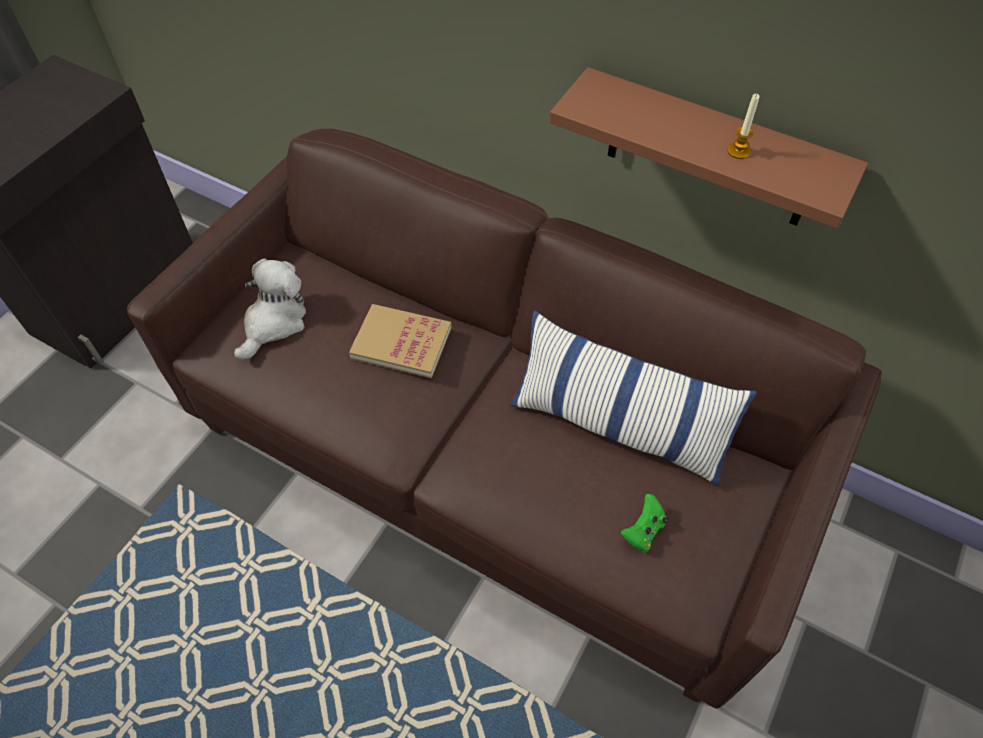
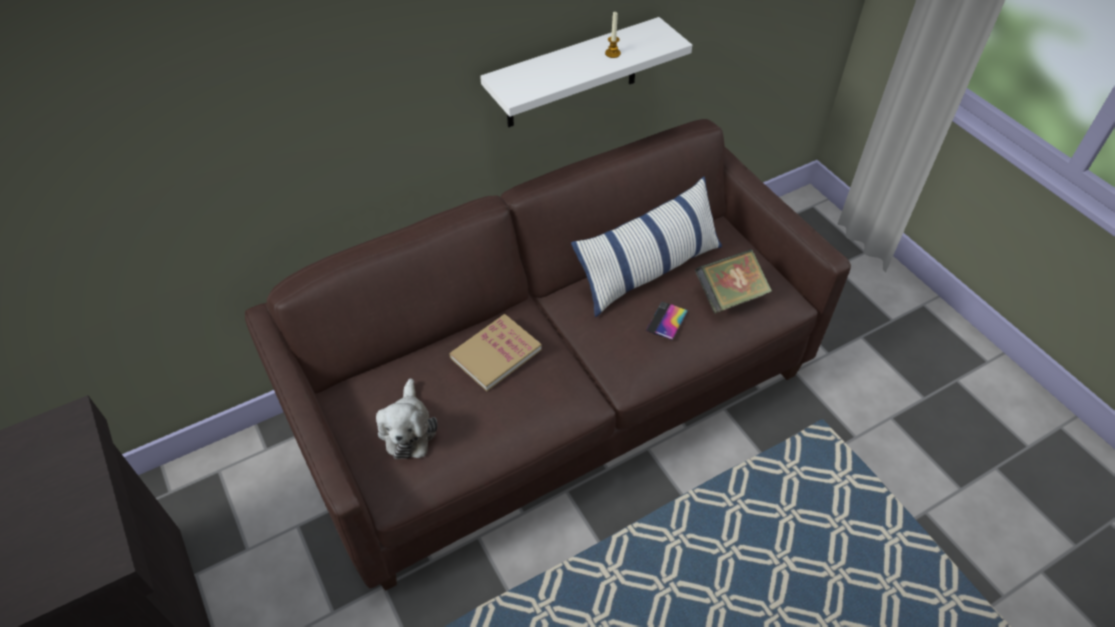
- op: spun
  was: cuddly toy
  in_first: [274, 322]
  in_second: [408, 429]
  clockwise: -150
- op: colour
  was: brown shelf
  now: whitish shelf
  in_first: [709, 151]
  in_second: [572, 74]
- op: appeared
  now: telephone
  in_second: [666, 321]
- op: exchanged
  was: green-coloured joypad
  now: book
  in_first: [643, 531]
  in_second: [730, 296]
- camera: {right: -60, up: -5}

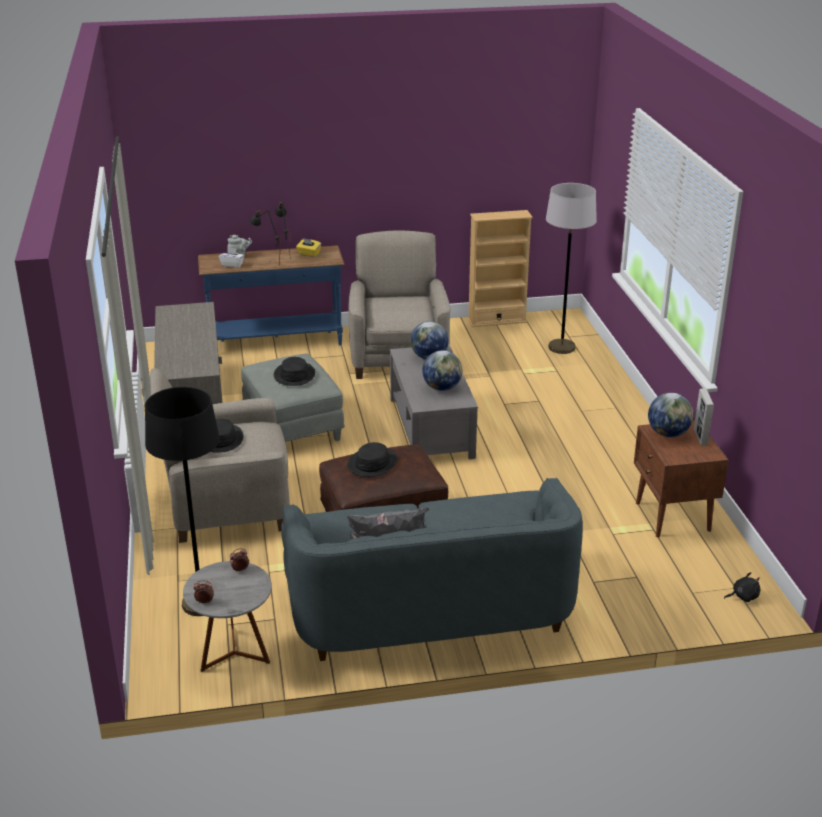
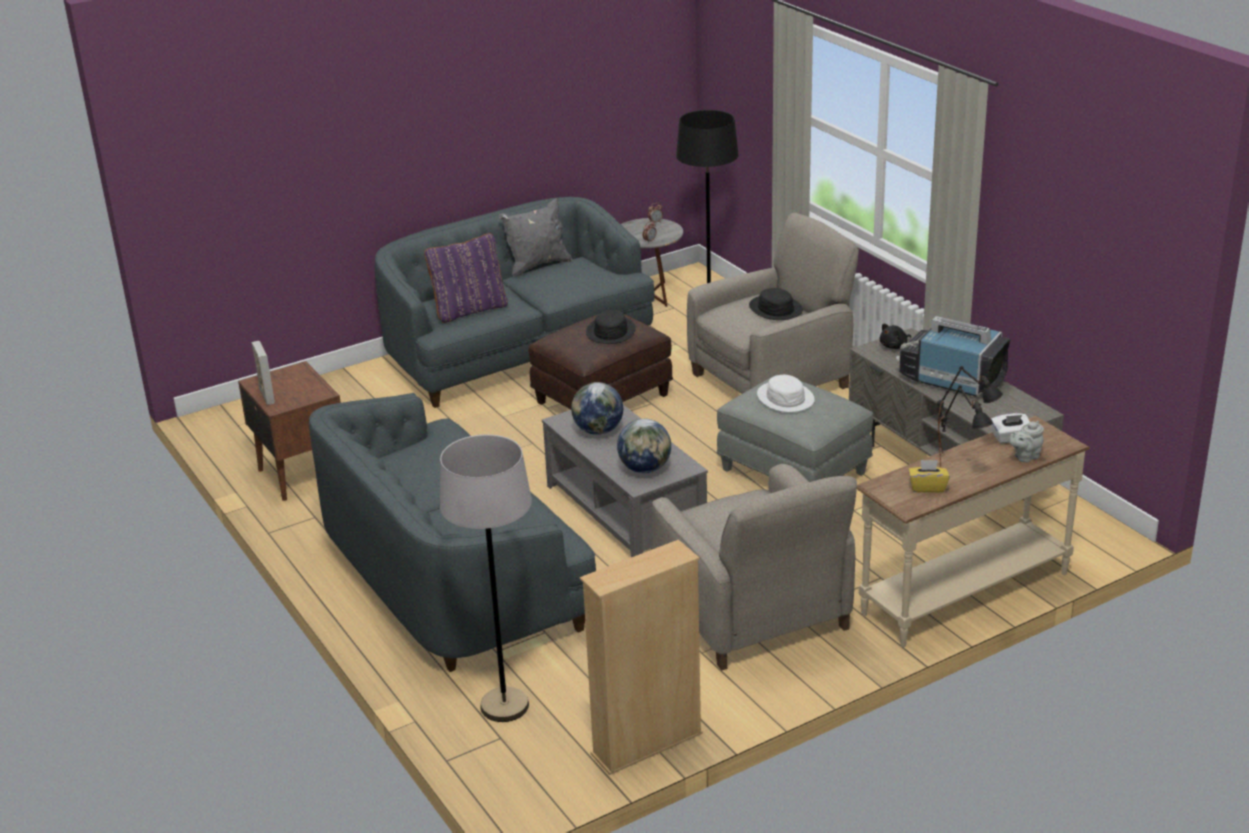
- op: appeared
  now: grey couch
  in_second: [451, 578]
- op: appeared
  now: purplish pillow
  in_second: [469, 310]
- op: colour
  was: blackish wearable hat
  now: whitish wearable hat
  in_first: [294, 375]
  in_second: [785, 398]
- op: colour
  was: bluish hall table
  now: beige-coloured hall table
  in_first: [276, 342]
  in_second: [963, 592]
- op: relocated
  was: blackish cuddly toy
  in_first: [743, 596]
  in_second: [894, 346]
- op: appeared
  now: TV
  in_second: [951, 380]
- op: missing
  was: world globe
  in_first: [668, 434]
- camera: {right: 160, up: 0}

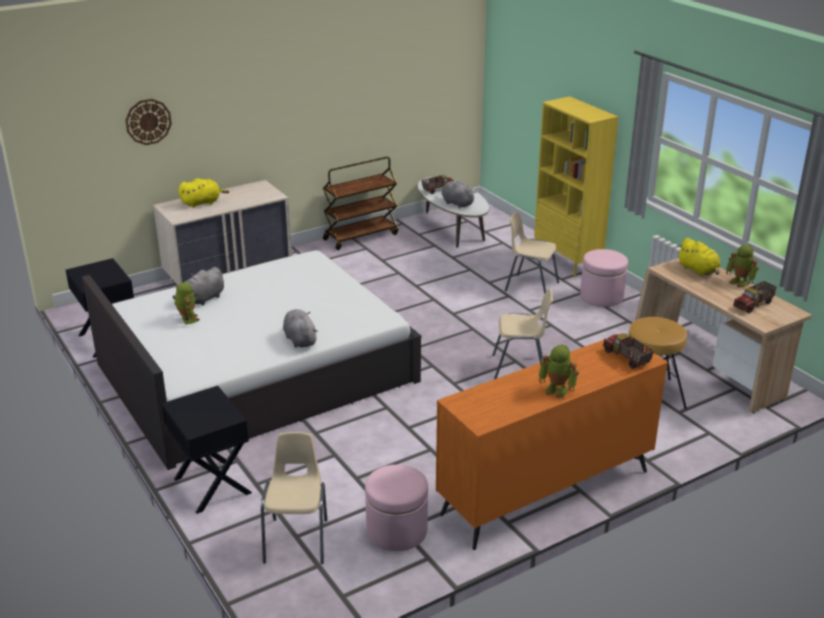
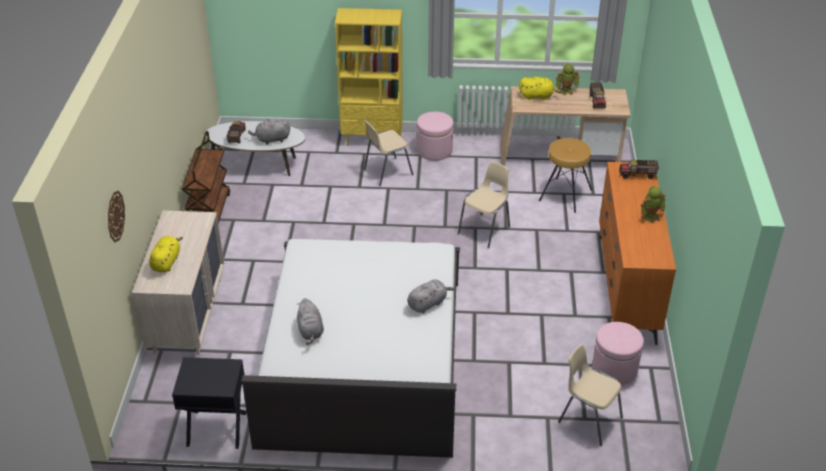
- op: spun
  was: grey cuddly toy
  in_first: [300, 339]
  in_second: [428, 304]
  clockwise: 135
- op: missing
  was: blackish bedside table
  in_first: [211, 486]
- op: missing
  was: model robot
  in_first: [187, 319]
- camera: {right: -55, up: 10}

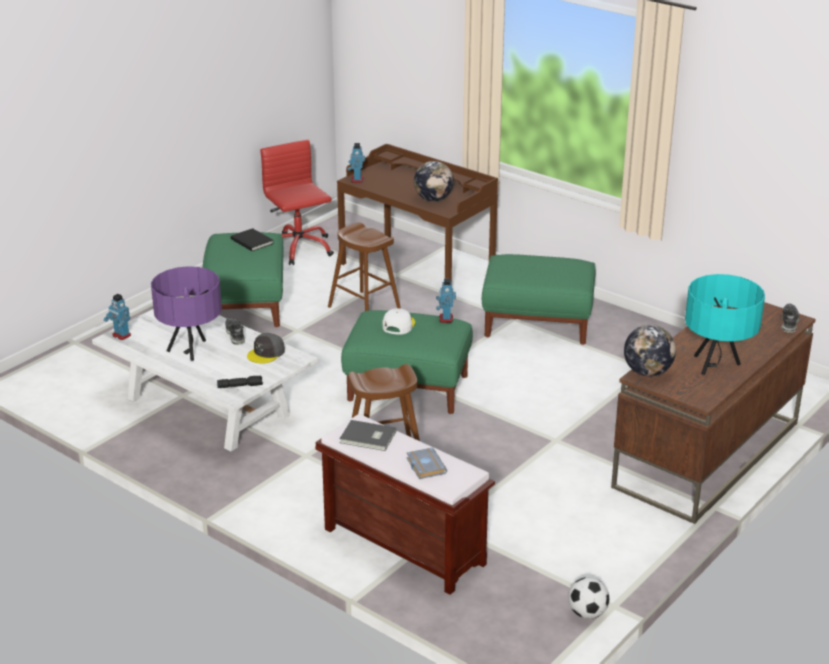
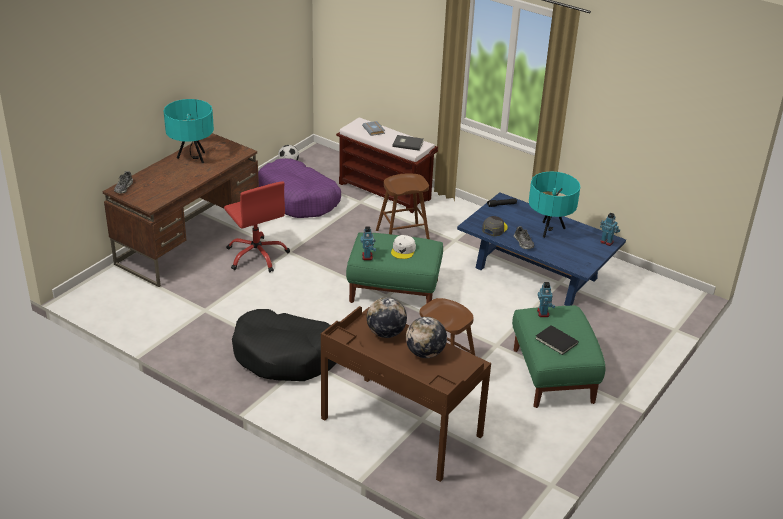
- op: relocated
  was: reddish office chair
  in_first: [298, 248]
  in_second: [257, 255]
- op: exchanged
  was: green-coloured pouffe
  now: blackish dog bed
  in_first: [537, 324]
  in_second: [286, 355]
- op: appeared
  now: purplish dog bed
  in_second: [298, 199]
- op: relocated
  was: world globe
  in_first: [647, 372]
  in_second: [425, 353]
- op: colour
  was: whitish lounge table
  now: bluish lounge table
  in_first: [208, 407]
  in_second: [535, 273]
- op: colour
  was: purplish table lamp
  now: turquoise table lamp
  in_first: [191, 349]
  in_second: [549, 231]
- op: relocated
  was: model robot
  in_first: [356, 180]
  in_second: [543, 313]
- camera: {right: 175, up: 5}

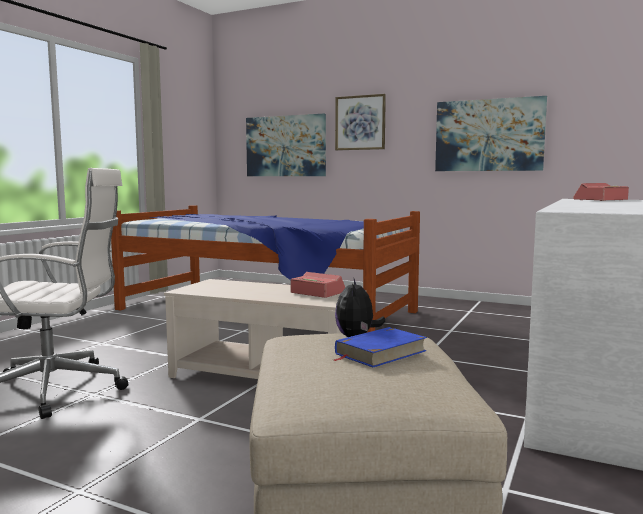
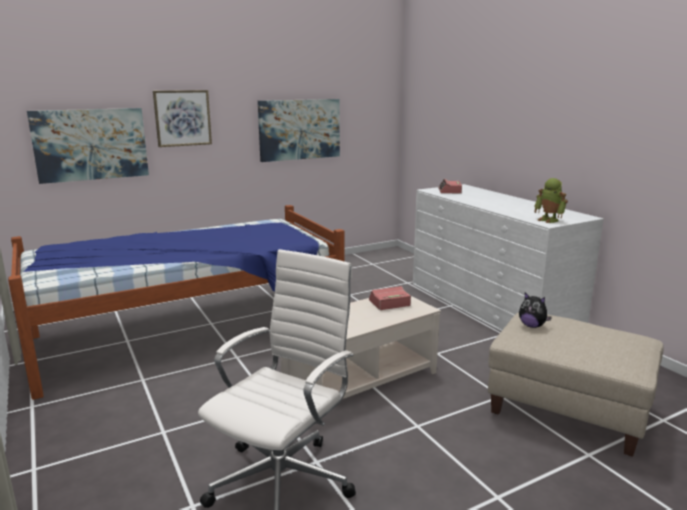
- op: appeared
  now: model robot
  in_second: [549, 220]
- op: missing
  was: bluish book
  in_first: [380, 352]
- camera: {right: -55, up: 10}

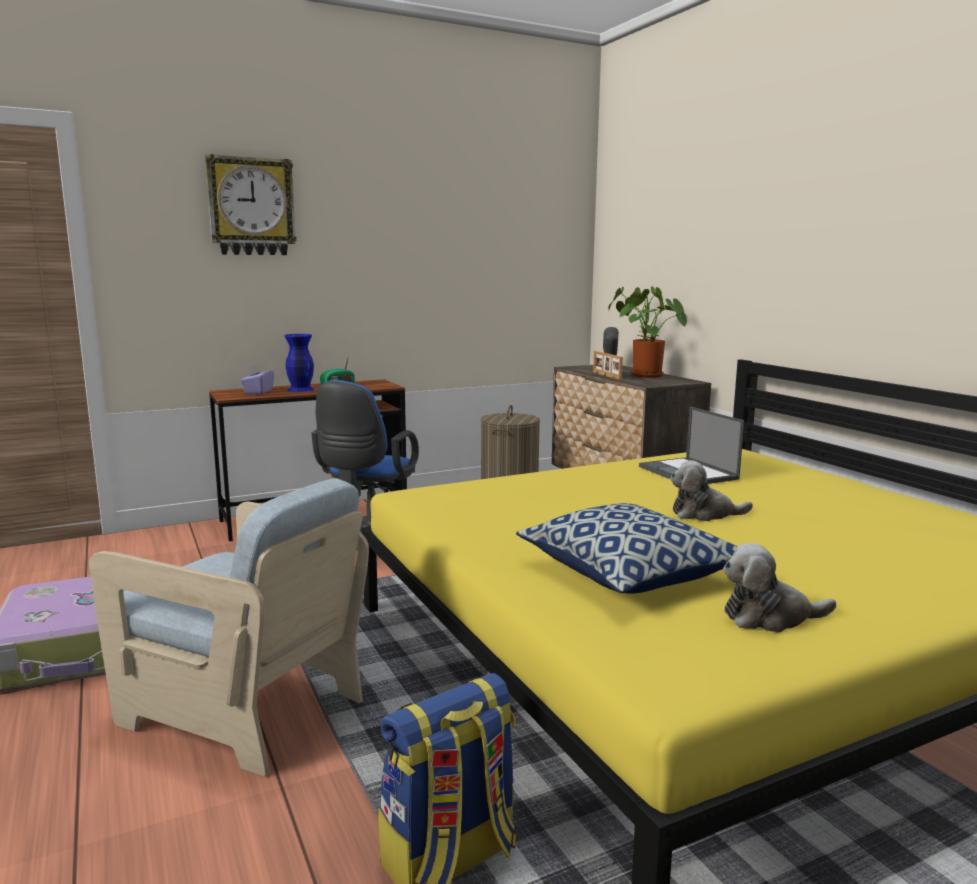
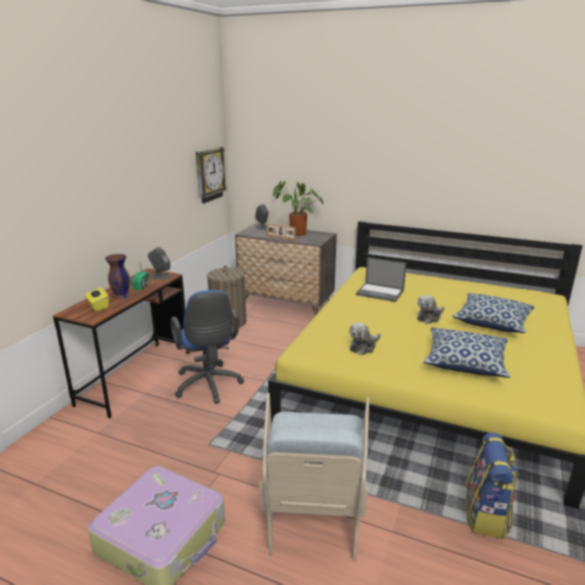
- op: colour
  was: purplish tissue holder
  now: yellow-coloured tissue holder
  in_first: [258, 392]
  in_second: [98, 306]
- op: colour
  was: bluish decorative vase
  now: brown decorative vase
  in_first: [300, 389]
  in_second: [121, 295]
- op: appeared
  now: grey loudspeaker
  in_second: [160, 276]
- op: relocated
  was: hanging clock
  in_first: [251, 207]
  in_second: [209, 174]
- op: spun
  was: beige-coloured easy chair
  in_first: [245, 708]
  in_second: [314, 509]
  clockwise: 105
- op: relocated
  was: cuddly toy
  in_first: [769, 617]
  in_second: [363, 347]
- op: appeared
  now: pillow
  in_second: [492, 322]
- camera: {right: -40, up: 10}

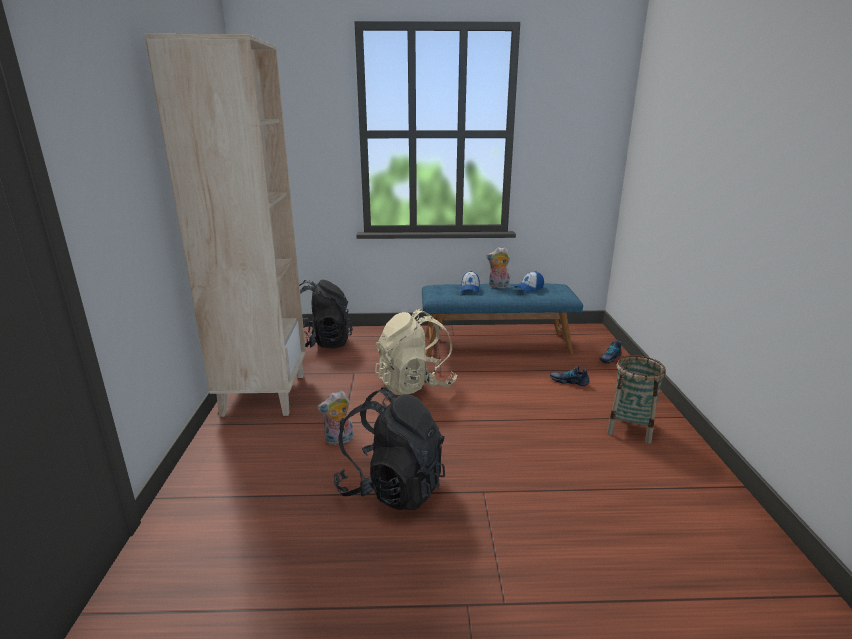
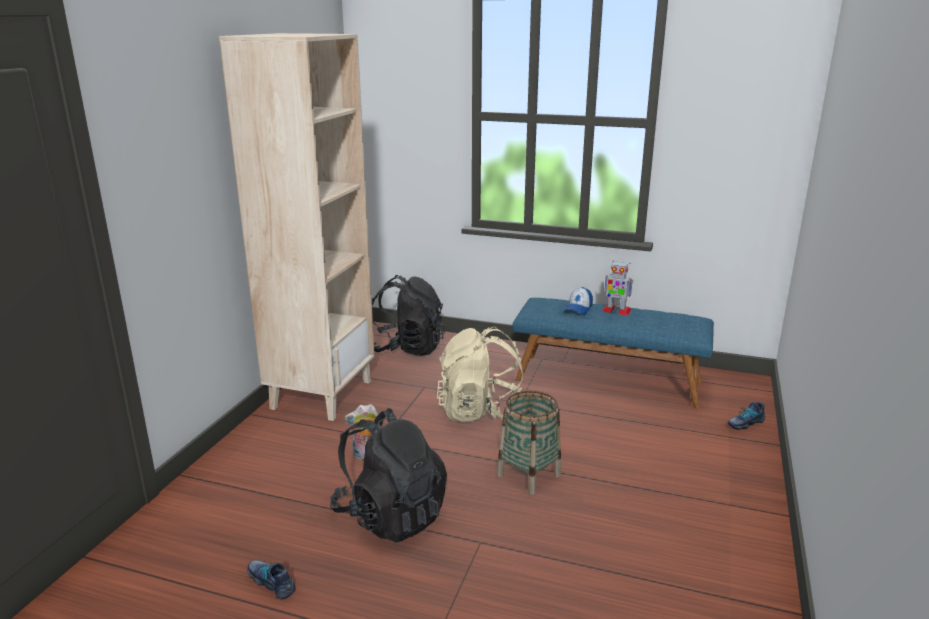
- op: relocated
  was: low shoe
  in_first: [569, 381]
  in_second: [272, 582]
- op: relocated
  was: household basket
  in_first: [630, 428]
  in_second: [528, 475]
- op: exchanged
  was: cuddly toy
  now: model robot
  in_first: [498, 287]
  in_second: [616, 310]
- op: missing
  was: peaked cap
  in_first: [529, 288]
- camera: {right: 20, up: 0}

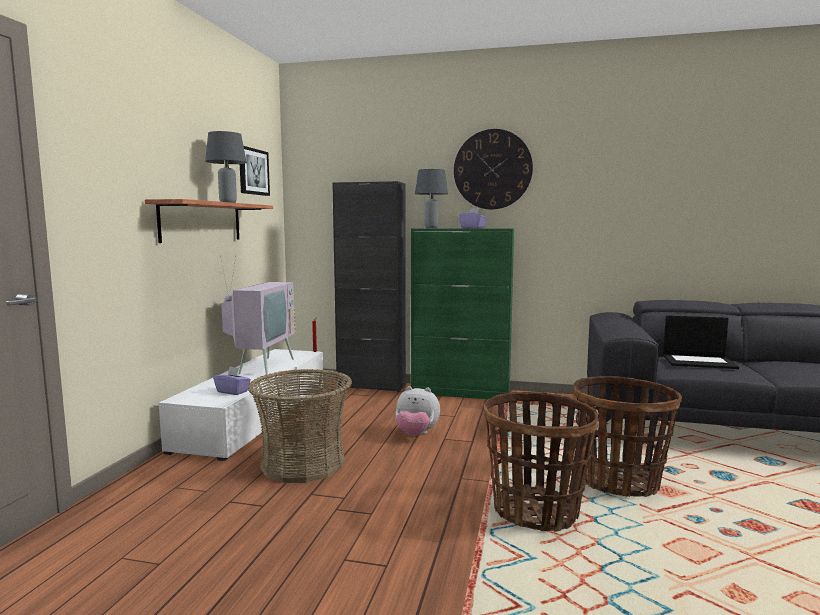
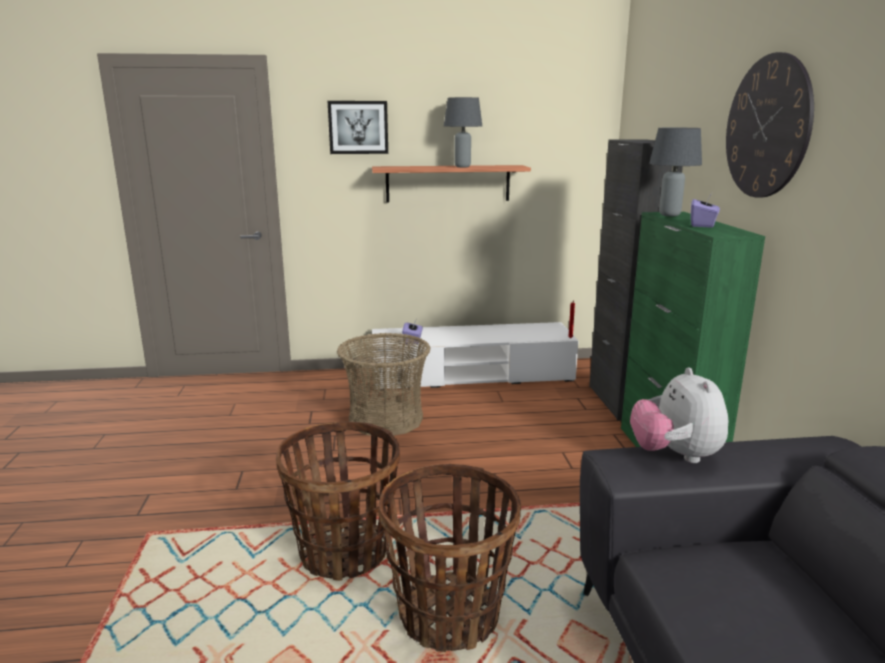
- op: relocated
  was: wall art
  in_first: [253, 171]
  in_second: [358, 127]
- op: relocated
  was: cuddly toy
  in_first: [416, 435]
  in_second: [675, 455]
- op: missing
  was: TV
  in_first: [261, 366]
- op: missing
  was: laptop
  in_first: [699, 362]
- camera: {right: 70, up: 10}

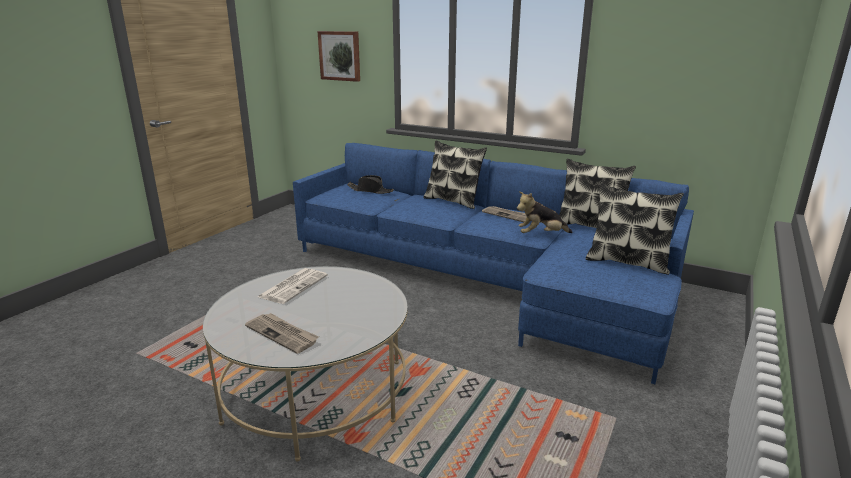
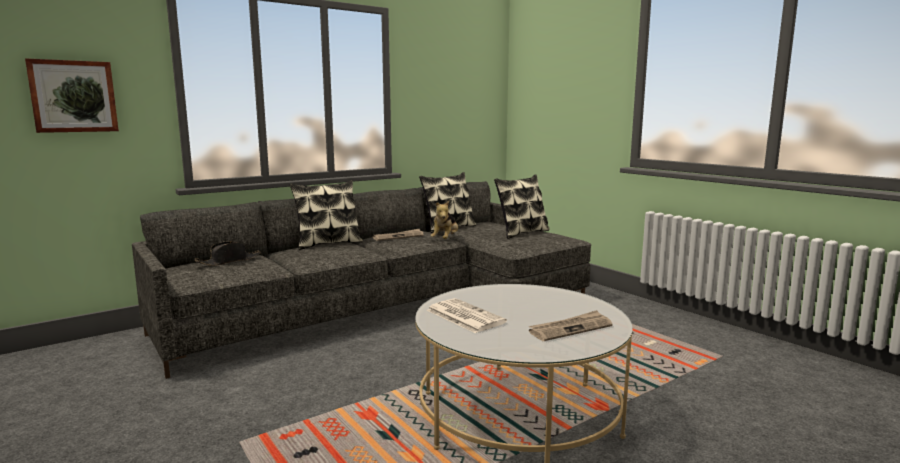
- op: colour
  was: bluish couch
  now: grey couch
  in_first: [488, 279]
  in_second: [392, 307]
- camera: {right: -65, up: -10}

